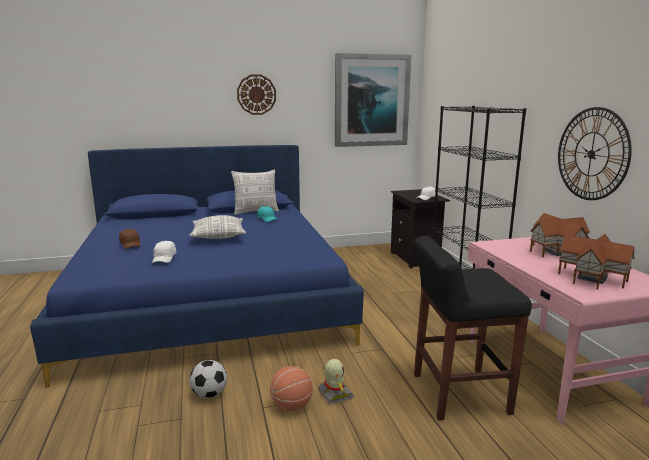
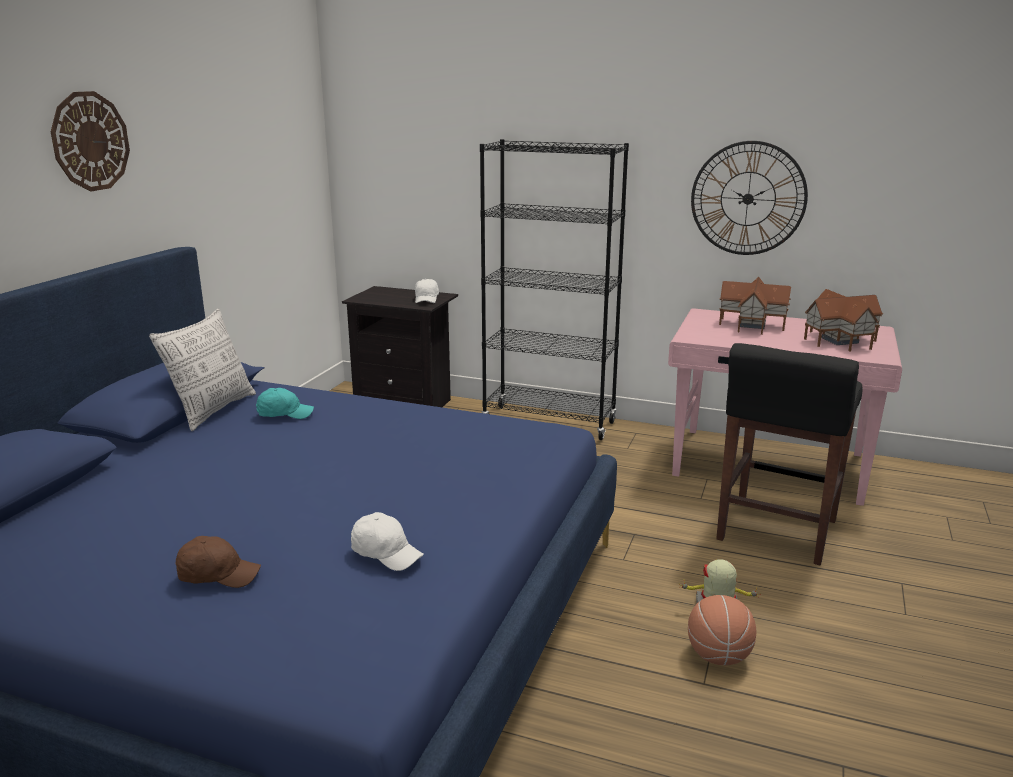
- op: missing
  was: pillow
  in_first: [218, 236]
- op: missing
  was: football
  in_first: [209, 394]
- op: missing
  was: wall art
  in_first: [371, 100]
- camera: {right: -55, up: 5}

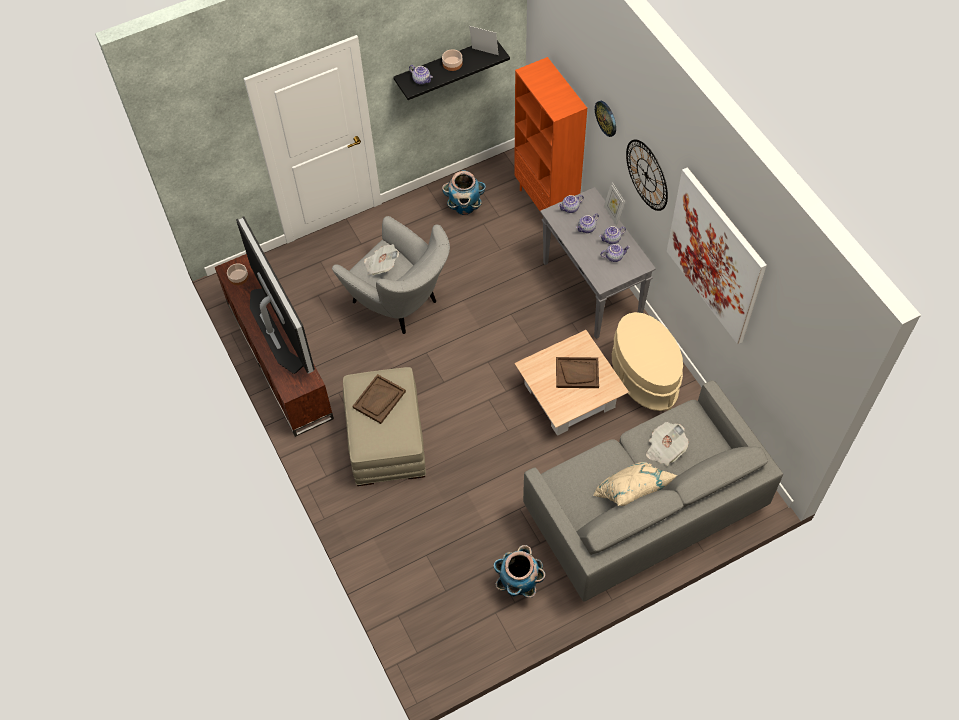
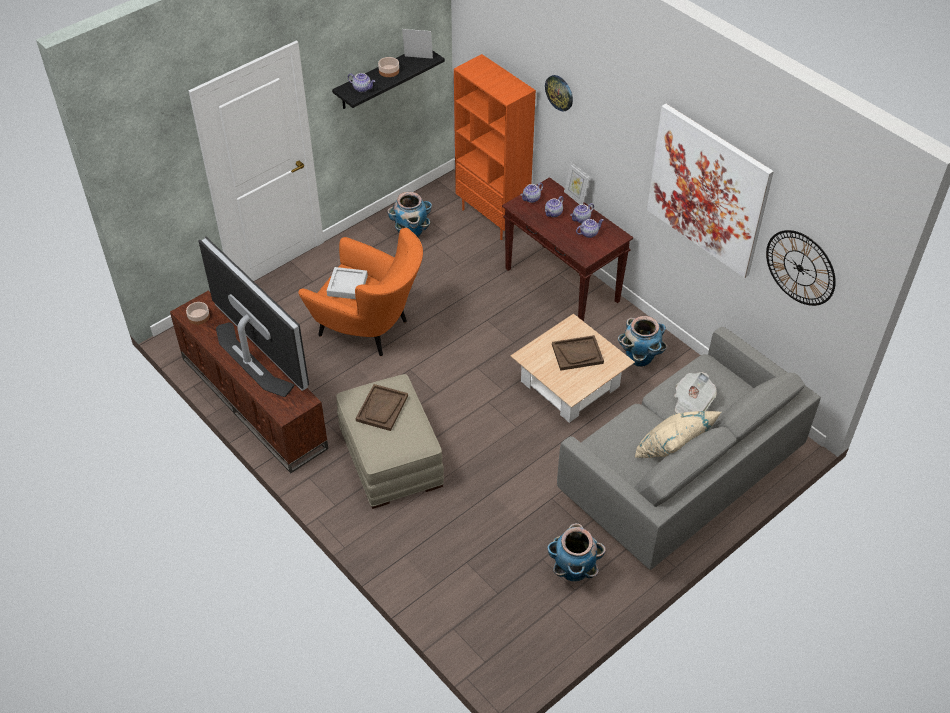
- op: colour
  was: grey easy chair
  now: orange easy chair
  in_first: [400, 304]
  in_second: [370, 329]
- op: exchanged
  was: daily paper
  now: grey serving tray
  in_first: [381, 265]
  in_second: [347, 286]
- op: colour
  was: grey hall table
  now: brown hall table
  in_first: [592, 290]
  in_second: [563, 286]
- op: exchanged
  was: beige-coloured accent table
  now: planter
  in_first: [643, 381]
  in_second: [639, 358]
- op: relocated
  was: hanging clock
  in_first: [646, 175]
  in_second: [800, 268]
- camera: {right: -15, up: -10}

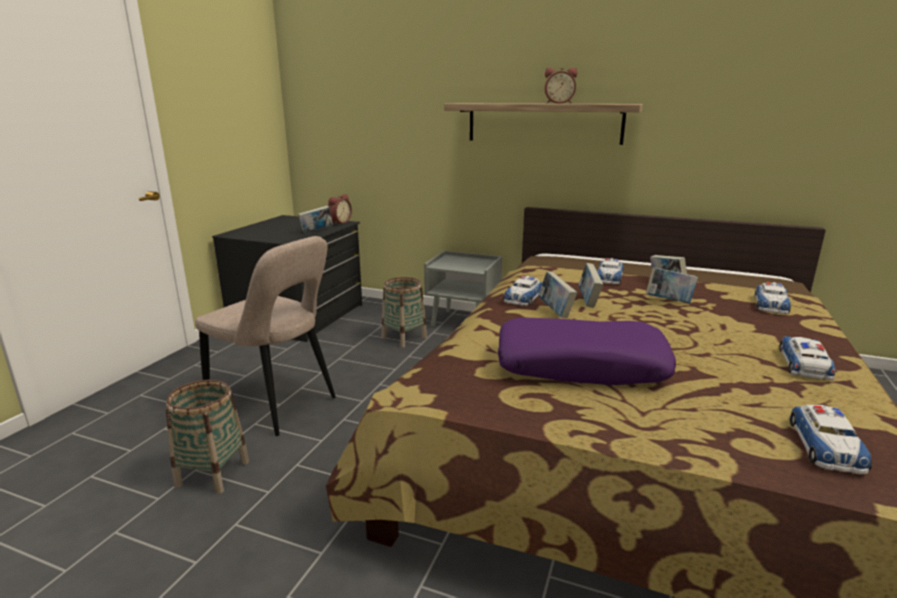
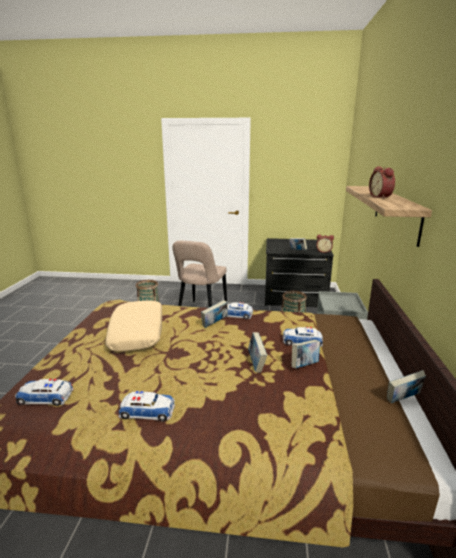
- op: colour
  was: purplish pillow
  now: beige-coloured pillow
  in_first: [581, 365]
  in_second: [137, 333]
- op: relocated
  was: book
  in_first: [588, 301]
  in_second: [404, 400]
- op: missing
  was: model car
  in_first: [770, 304]
- camera: {right: 75, up: 0}

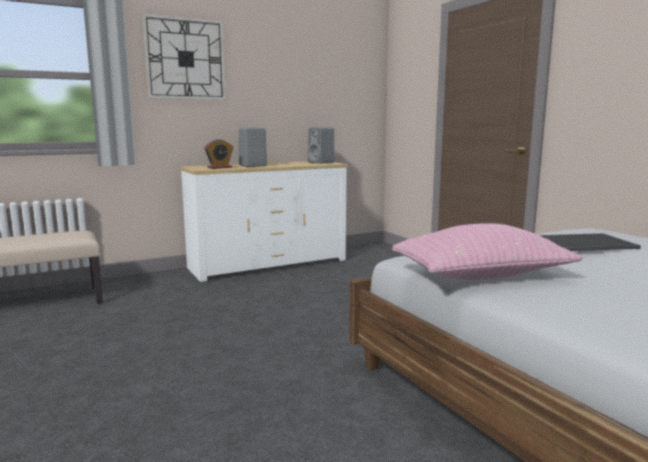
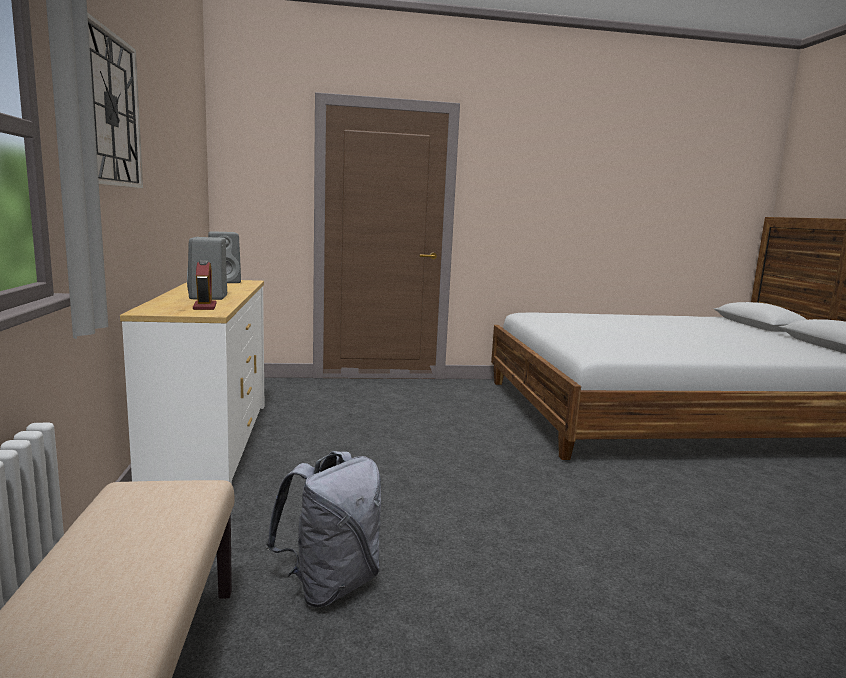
- op: appeared
  now: grey knapsack
  in_second: [330, 585]
- op: missing
  was: pinkish pillow
  in_first: [481, 276]
- op: missing
  was: serving tray
  in_first: [578, 243]
- camera: {right: -70, up: 0}

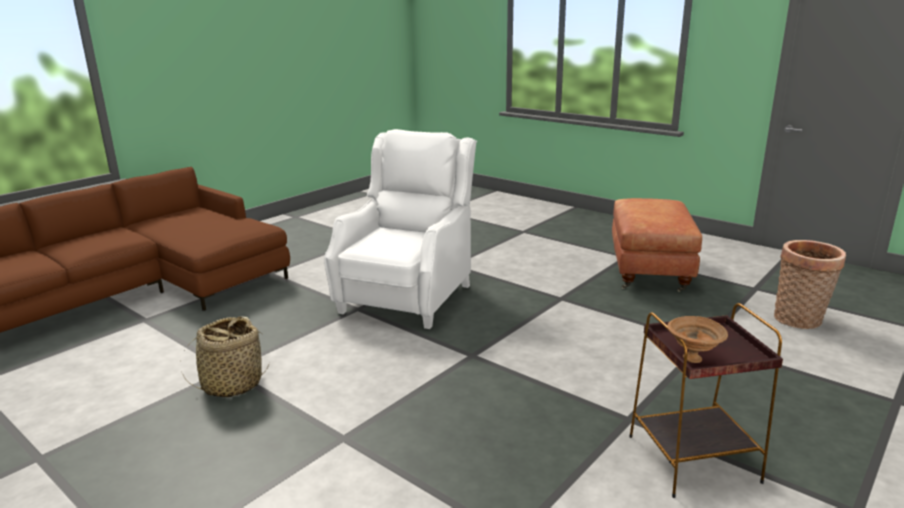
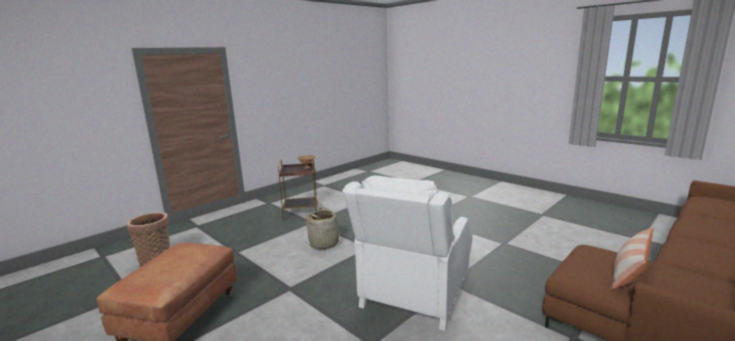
- op: relocated
  was: household basket
  in_first: [232, 384]
  in_second: [324, 243]
- op: appeared
  now: pillow
  in_second: [629, 273]
- camera: {right: -175, up: -5}

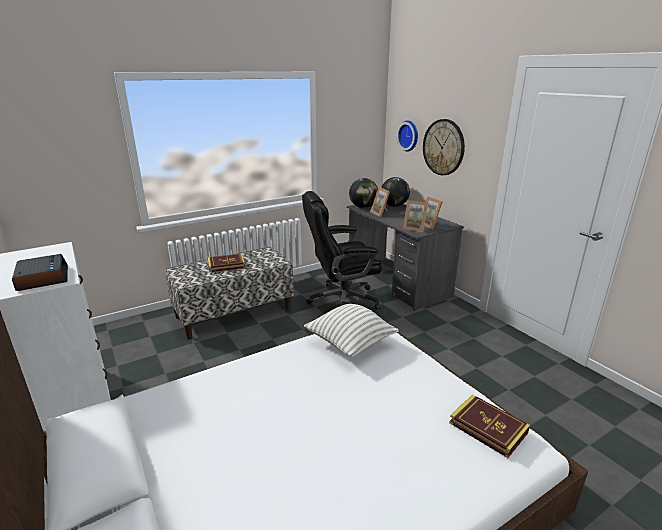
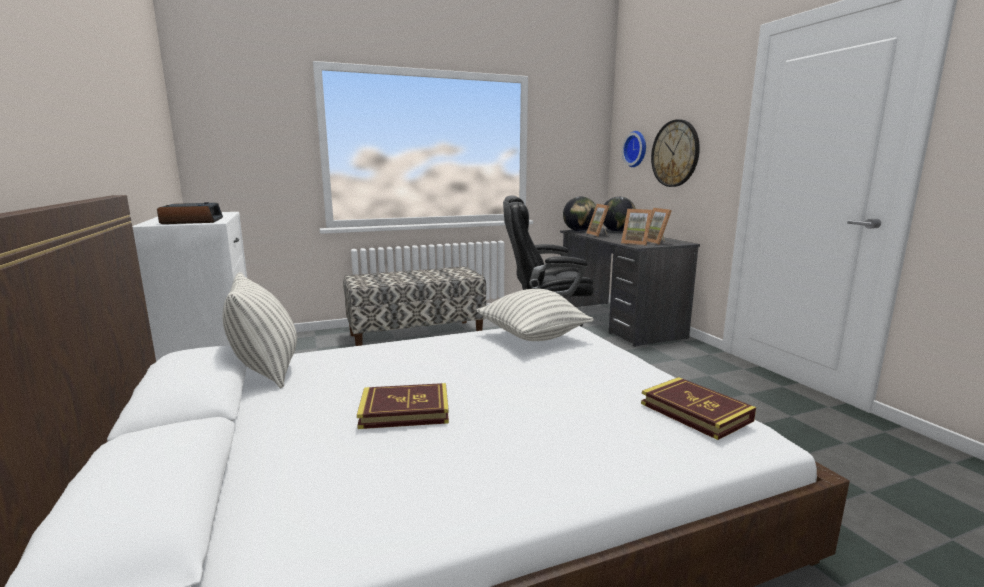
- op: appeared
  now: pillow
  in_second: [266, 370]
- op: relocated
  was: book
  in_first: [226, 265]
  in_second: [404, 411]
- camera: {right: 10, up: -10}

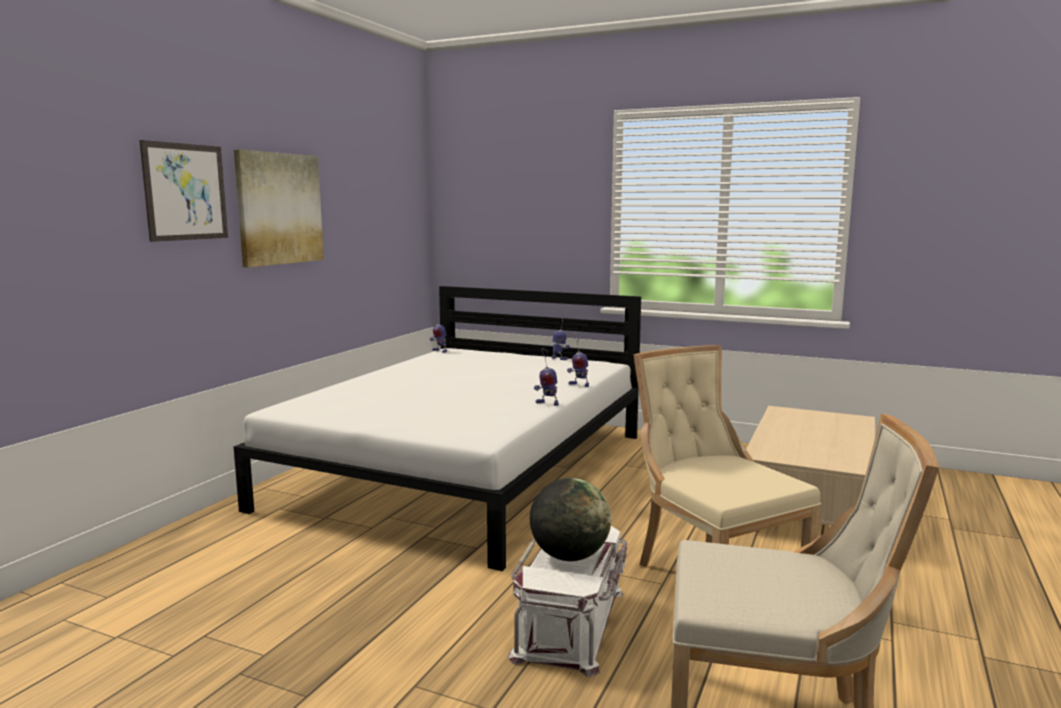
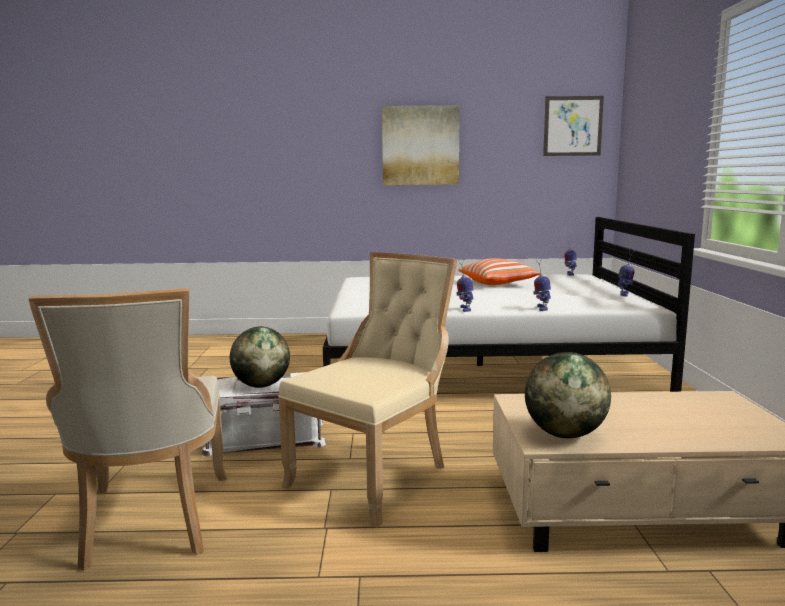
- op: appeared
  now: pillow
  in_second: [498, 283]
- op: appeared
  now: world globe
  in_second: [564, 434]
- op: relocated
  was: wall art
  in_first: [185, 192]
  in_second: [573, 126]
- camera: {right: 65, up: 0}

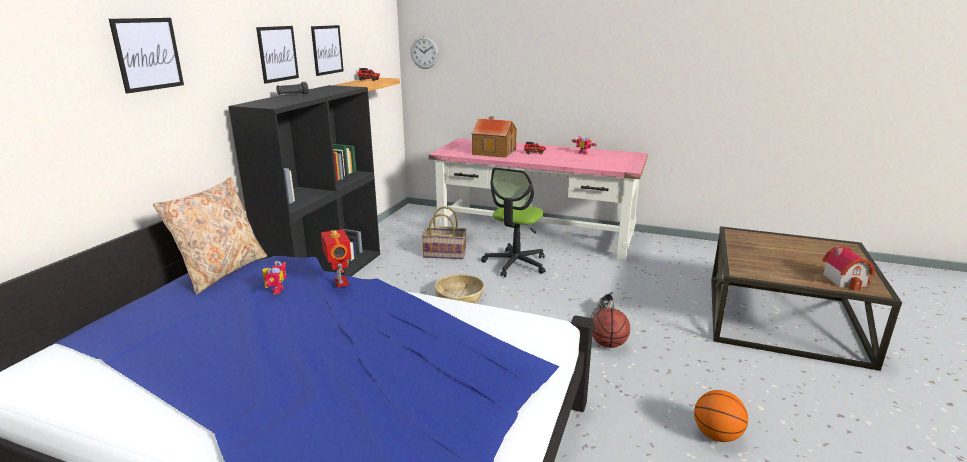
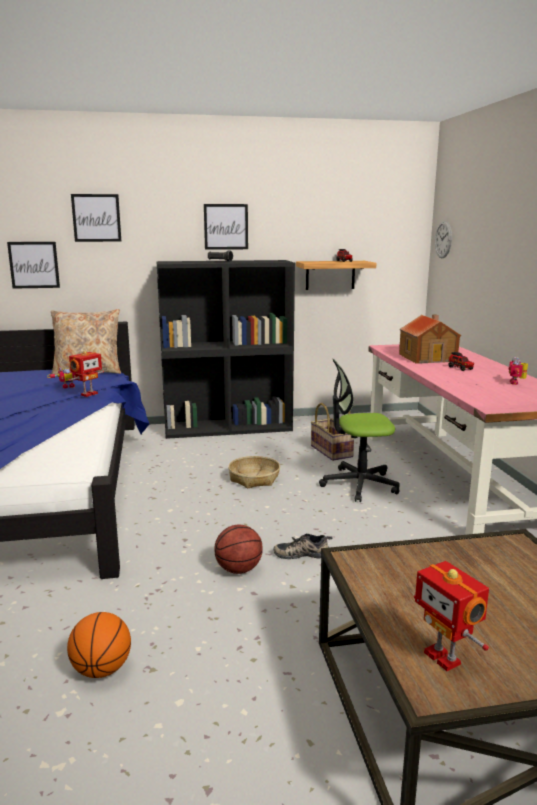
- op: relocated
  was: wall art
  in_first: [327, 50]
  in_second: [34, 265]
- op: exchanged
  was: toy house
  now: model robot
  in_first: [846, 280]
  in_second: [444, 657]
- camera: {right: 60, up: -5}

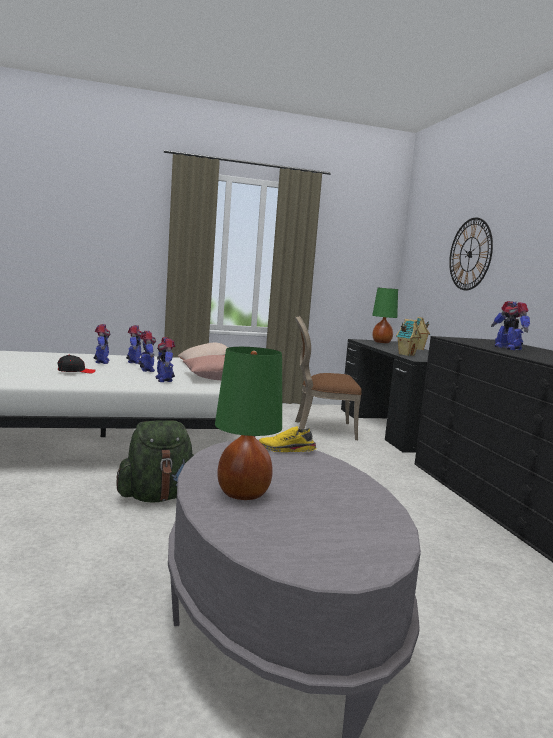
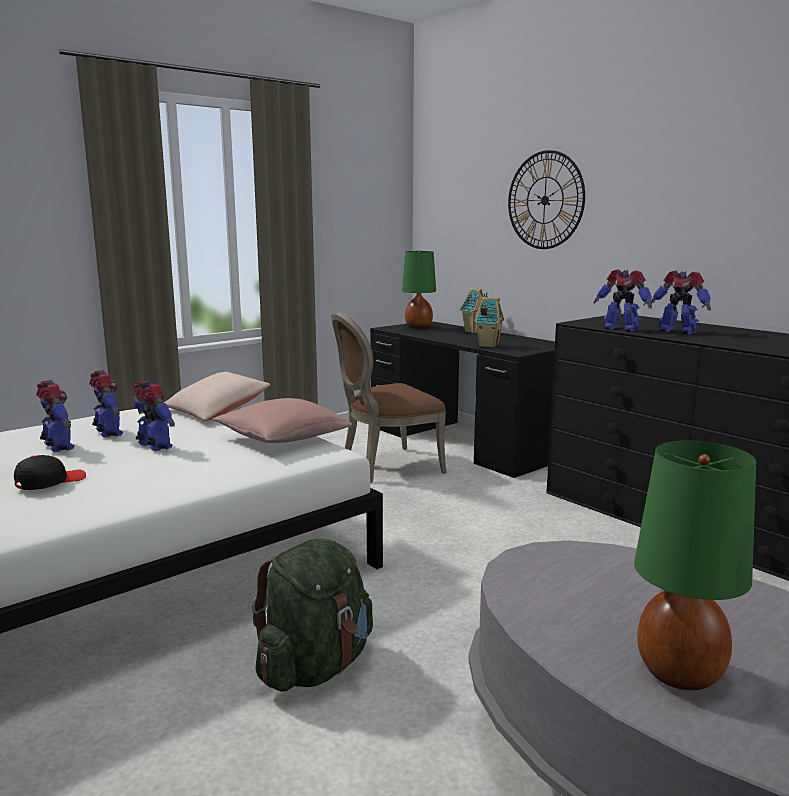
- op: relocated
  was: model robot
  in_first: [164, 380]
  in_second: [621, 329]
- op: missing
  was: yellow-coloured low shoe
  in_first: [286, 450]
- camera: {right: -25, up: 5}

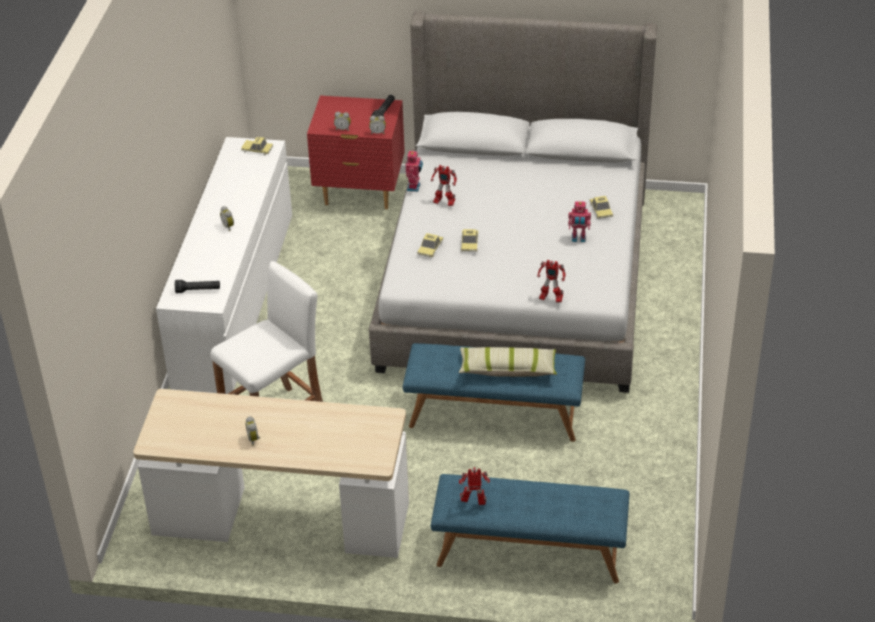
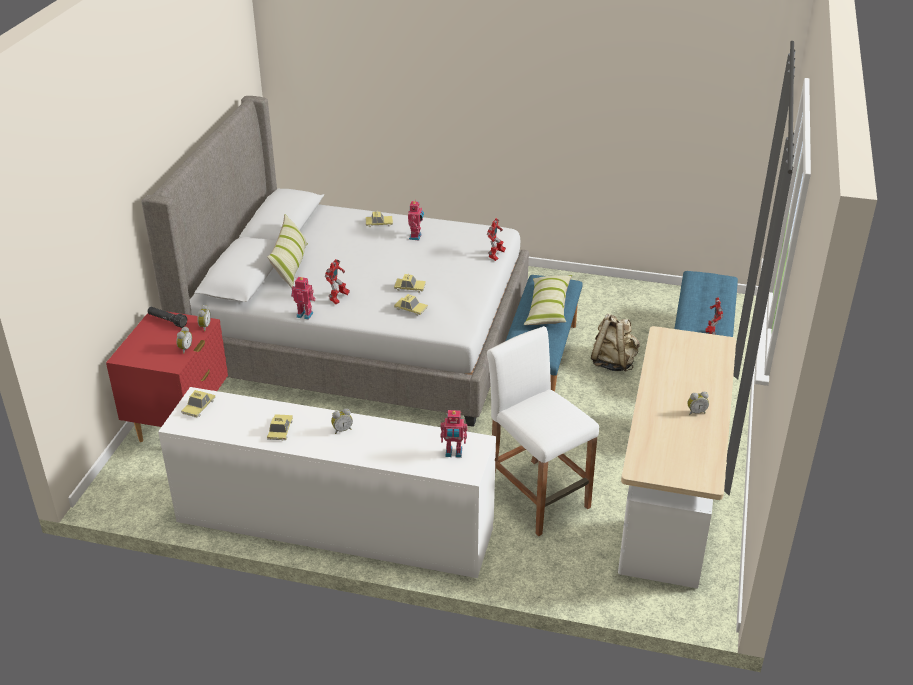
- op: appeared
  now: pillow
  in_second: [290, 265]
- op: appeared
  now: model car
  in_second: [280, 430]
- op: exchanged
  was: blackish torch
  now: model robot
  in_first: [198, 290]
  in_second: [453, 453]
- op: appeared
  now: beige-coloured knapsack
  in_second: [613, 363]
- camera: {right: -85, up: -5}

